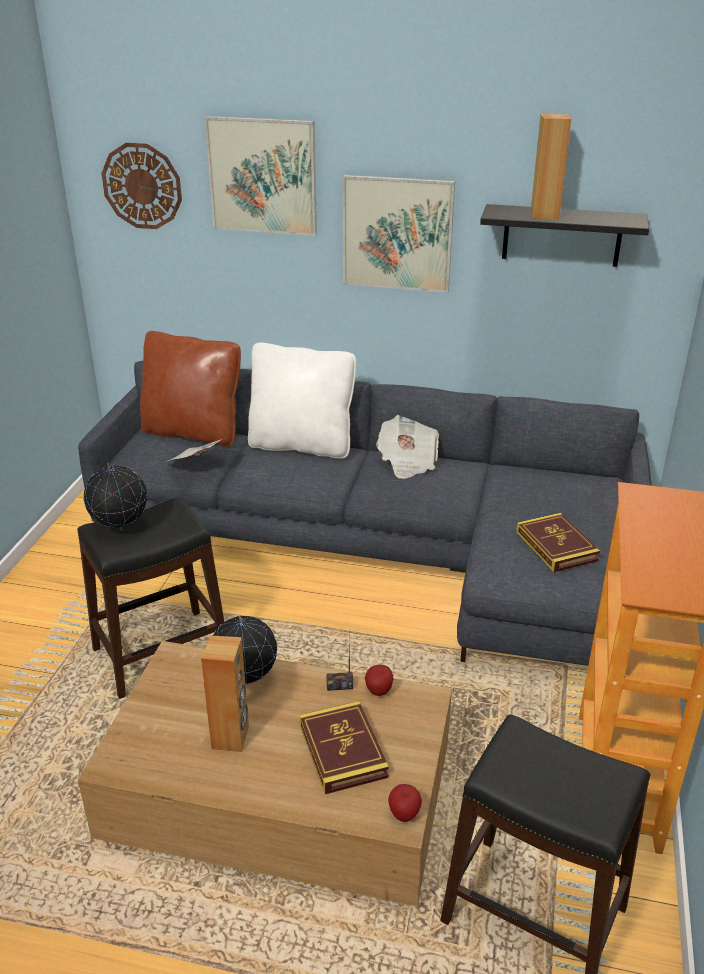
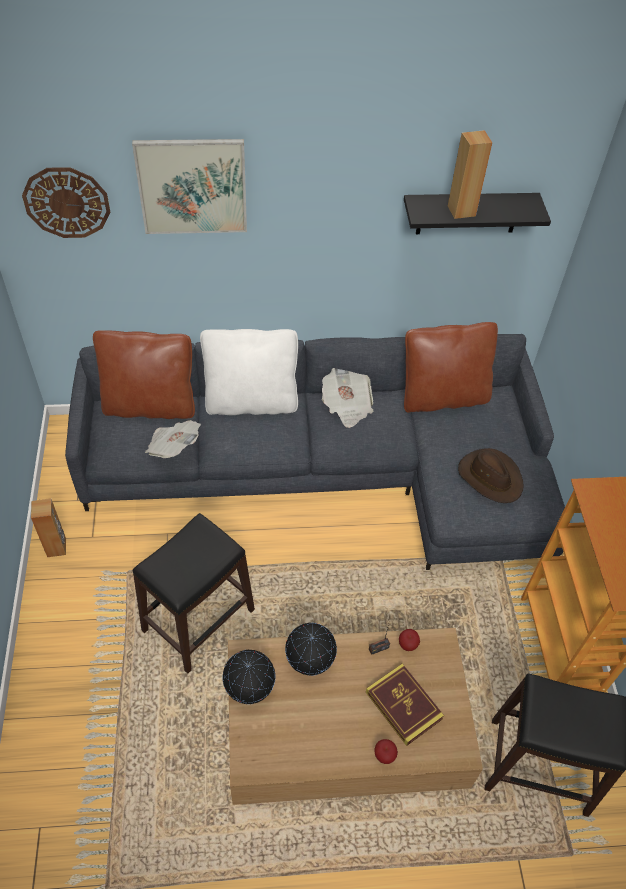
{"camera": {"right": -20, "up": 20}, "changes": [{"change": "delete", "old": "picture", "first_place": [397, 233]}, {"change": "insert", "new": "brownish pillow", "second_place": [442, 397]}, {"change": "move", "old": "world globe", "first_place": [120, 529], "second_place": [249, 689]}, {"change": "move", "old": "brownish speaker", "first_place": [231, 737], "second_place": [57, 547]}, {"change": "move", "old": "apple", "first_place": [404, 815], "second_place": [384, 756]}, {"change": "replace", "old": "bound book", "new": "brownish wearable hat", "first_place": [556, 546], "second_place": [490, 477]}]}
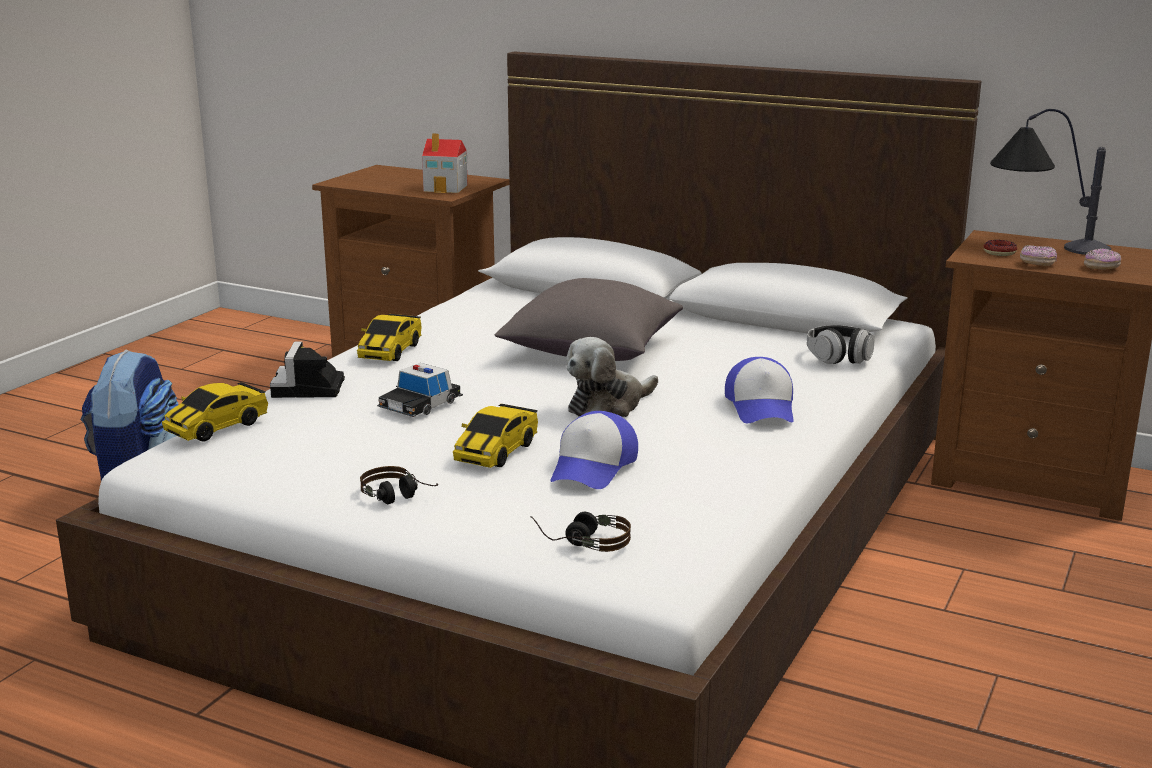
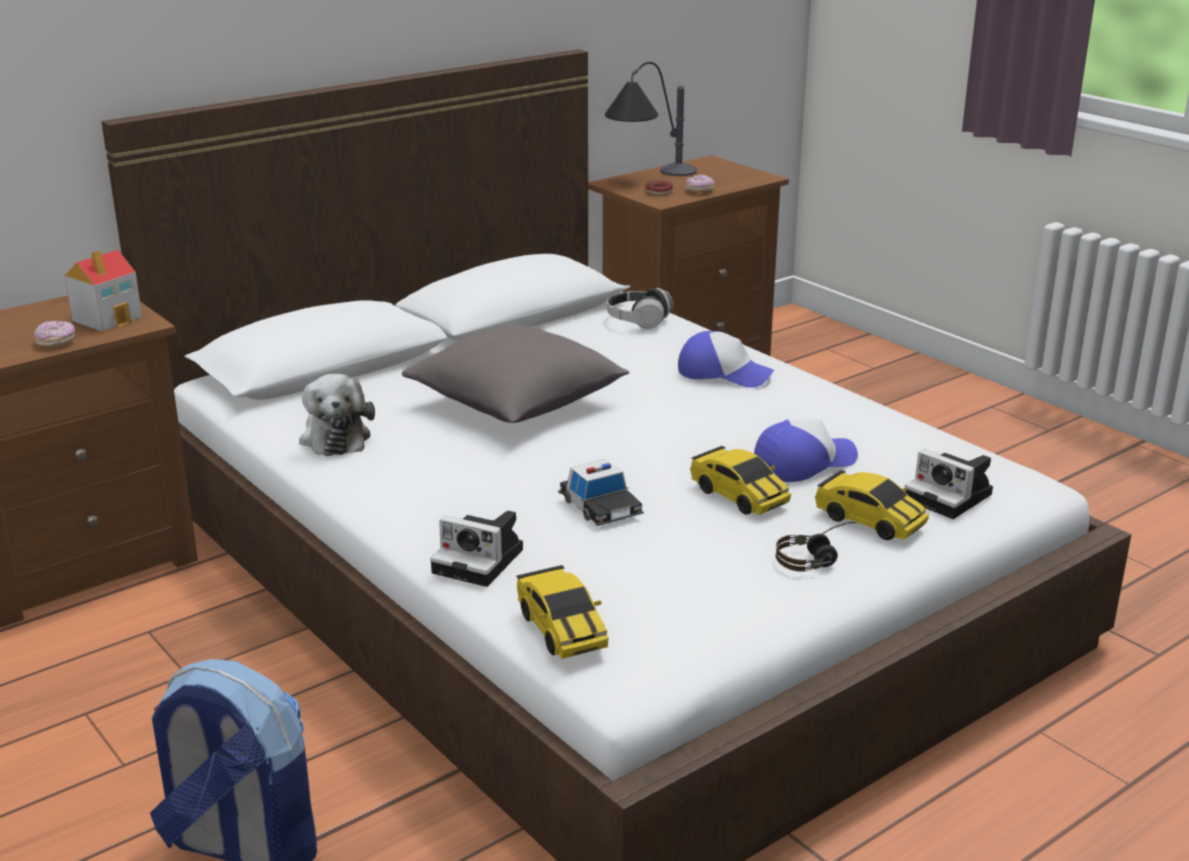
{"camera": {"right": -65, "up": 5}, "changes": [{"change": "move", "old": "model car", "first_place": [390, 351], "second_place": [870, 521]}, {"change": "move", "old": "cuddly toy", "first_place": [608, 406], "second_place": [335, 437]}, {"change": "move", "old": "ring doughnut", "first_place": [1101, 268], "second_place": [56, 342]}, {"change": "replace", "old": "headphones", "new": "photo camera", "first_place": [582, 541], "second_place": [951, 497]}, {"change": "rotate", "old": "baseball cap", "first_place": [593, 467], "second_place": [803, 463], "degrees": -75}]}
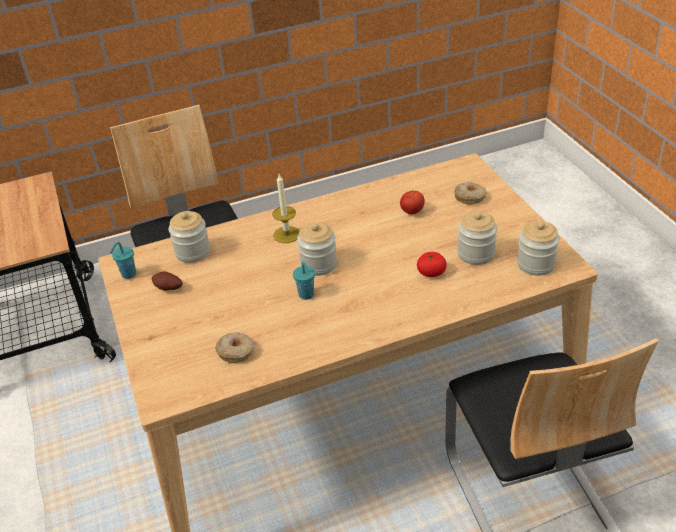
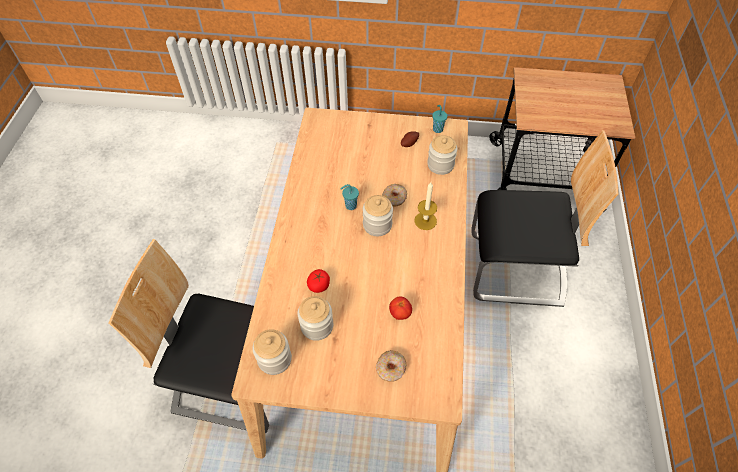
{"camera": {"right": 115, "up": 15}, "changes": [{"change": "move", "old": "ring doughnut", "first_place": [236, 352], "second_place": [394, 198]}]}
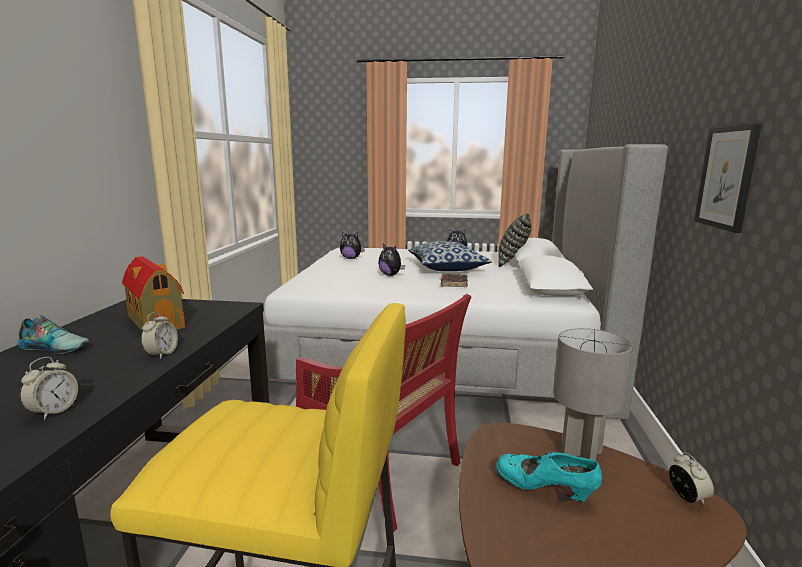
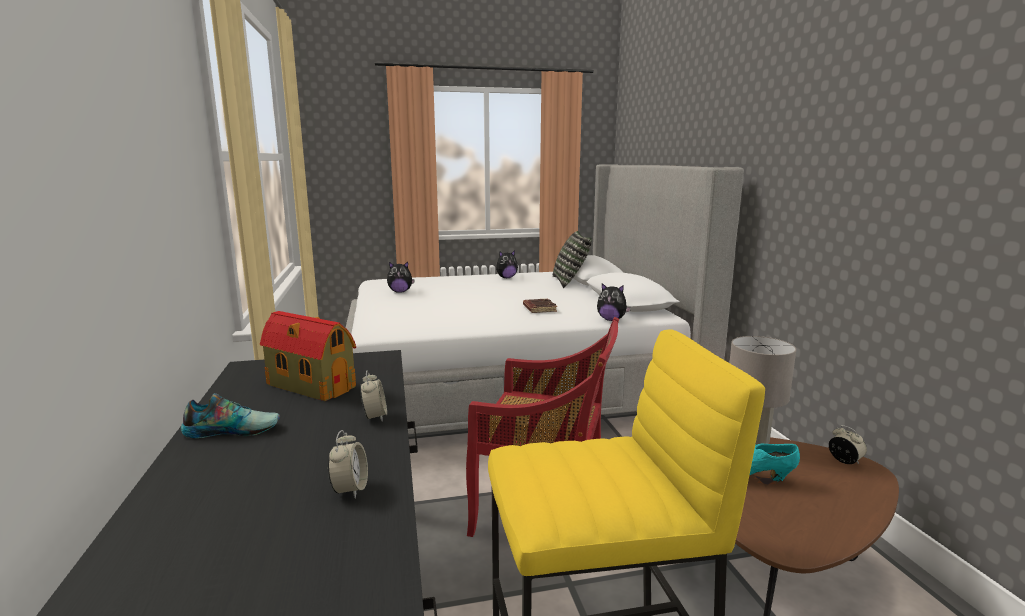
{"camera": {"right": -20, "up": 0}, "changes": [{"change": "delete", "old": "pillow", "first_place": [447, 268]}, {"change": "delete", "old": "picture", "first_place": [726, 177]}, {"change": "move", "old": "cuddly toy", "first_place": [391, 275], "second_place": [611, 320]}]}
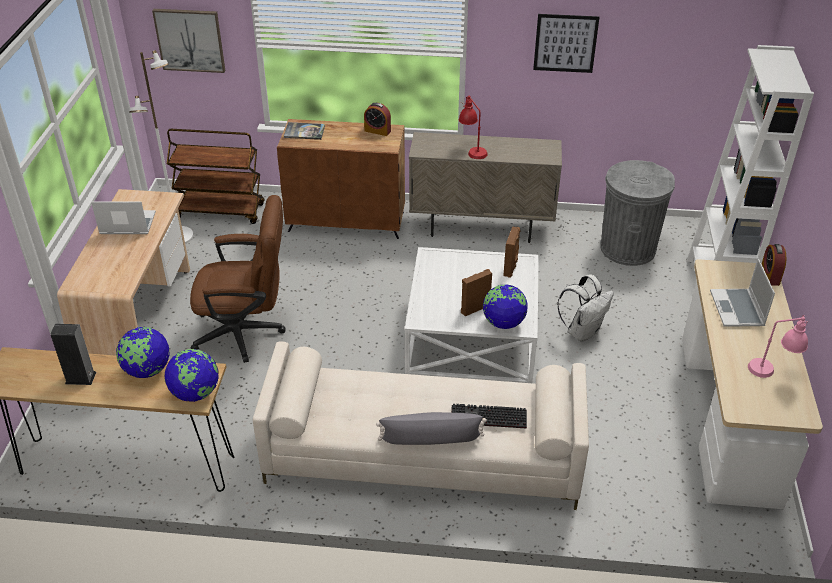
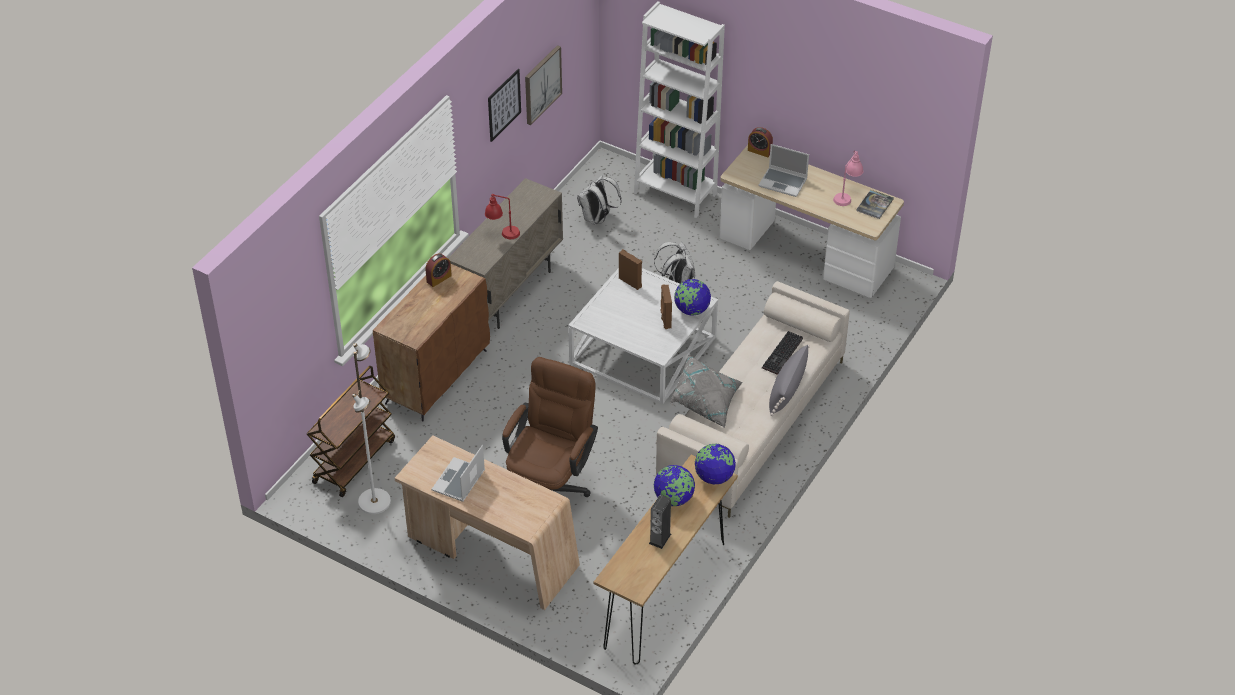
{"camera": {"right": -65, "up": 5}, "changes": [{"change": "insert", "new": "greyish pillow", "second_place": [706, 402]}, {"change": "move", "old": "picture", "first_place": [190, 40], "second_place": [542, 84]}, {"change": "move", "old": "bound book", "first_place": [304, 131], "second_place": [874, 205]}, {"change": "replace", "old": "greyish rubbish bin", "new": "white-coloured knapsack", "first_place": [627, 248], "second_place": [597, 219]}]}
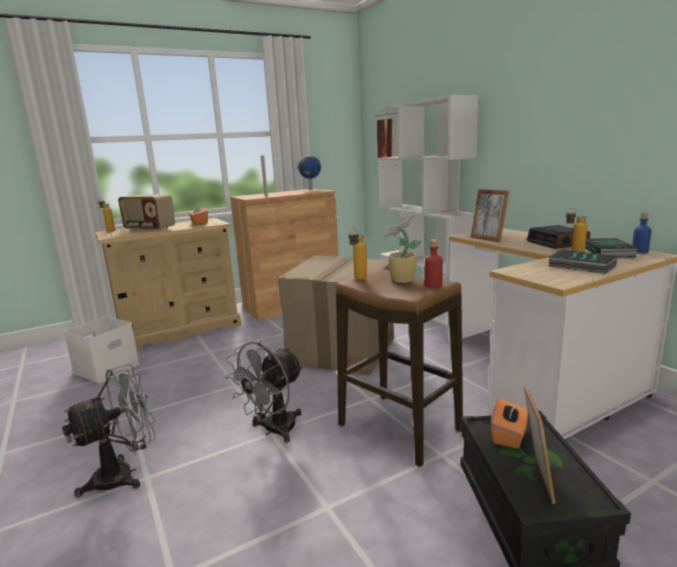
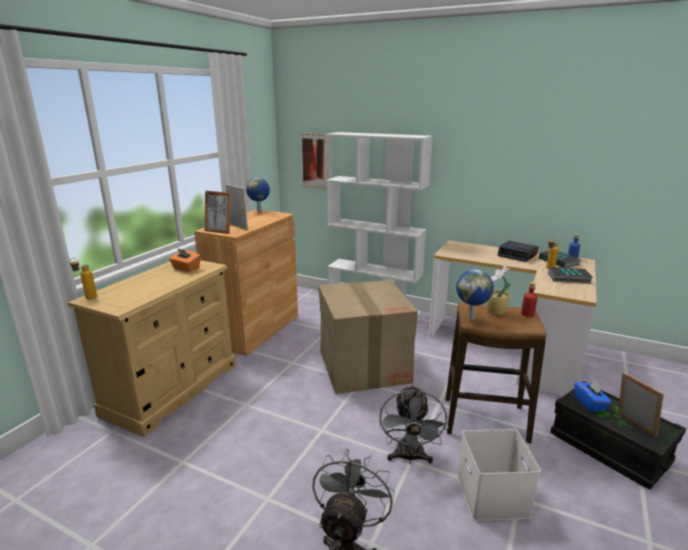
{"camera": {"right": -35, "up": 5}, "changes": [{"change": "delete", "old": "radio", "first_place": [149, 229]}, {"change": "move", "old": "white-coloured storage bin", "first_place": [107, 368], "second_place": [490, 494]}, {"change": "move", "old": "standing frame", "first_place": [488, 239], "second_place": [219, 231]}, {"change": "replace", "old": "bottle", "new": "world globe", "first_place": [358, 279], "second_place": [471, 318]}, {"change": "recolor", "old": "orange-coloured box of tissues", "new": "blue-coloured box of tissues", "first_place": [508, 435], "second_place": [590, 404]}]}
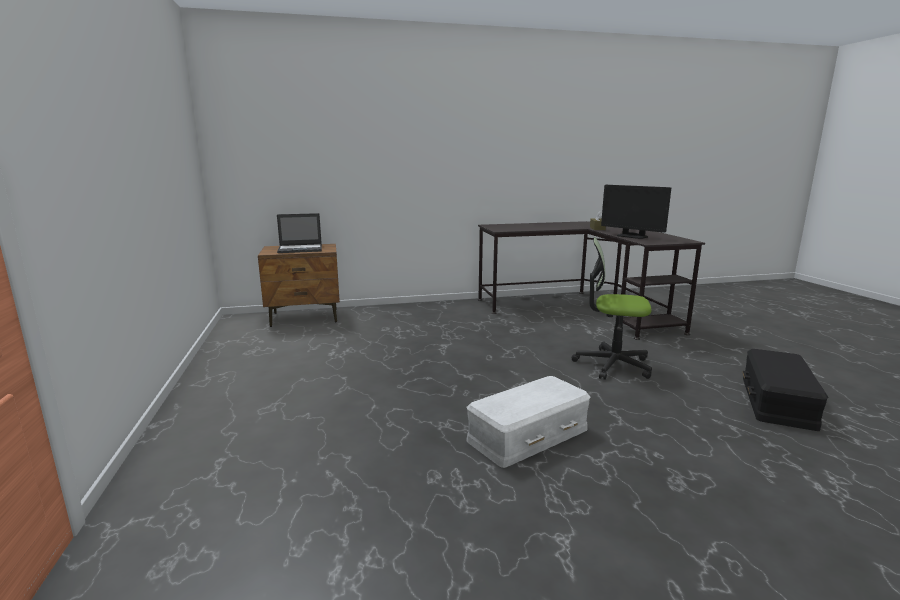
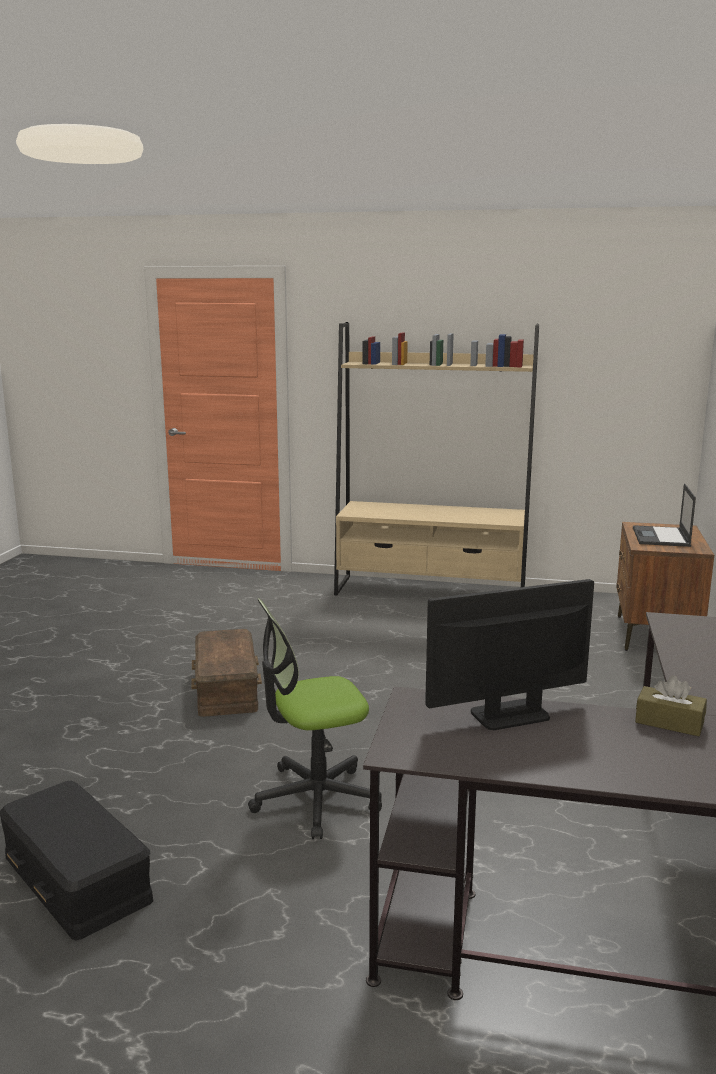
{"camera": {"right": 115, "up": 0}, "changes": [{"change": "insert", "new": "beige-coloured shelving unit", "second_place": [431, 592]}, {"change": "recolor", "old": "white-coloured storage bin", "new": "brownish storage bin", "first_place": [528, 435], "second_place": [225, 688]}, {"change": "rotate", "old": "office chair", "first_place": [612, 364], "second_place": [315, 799], "degrees": -150}]}
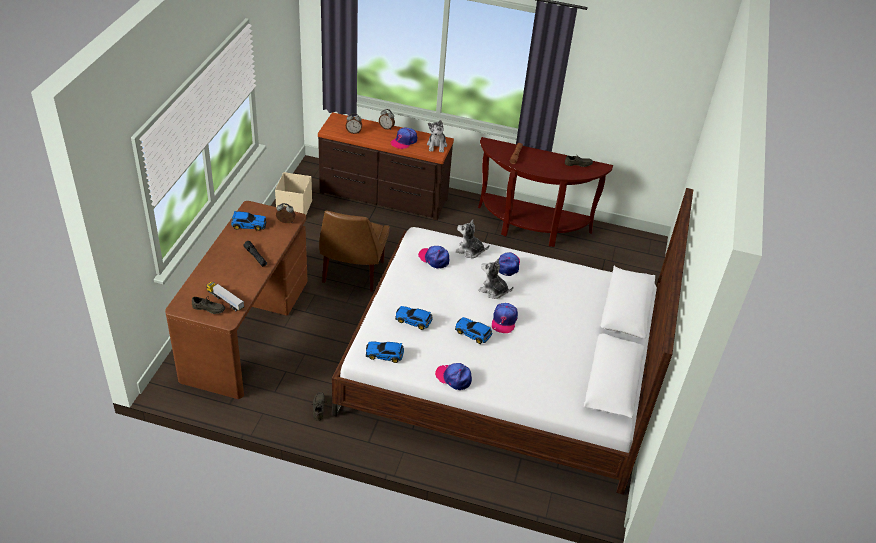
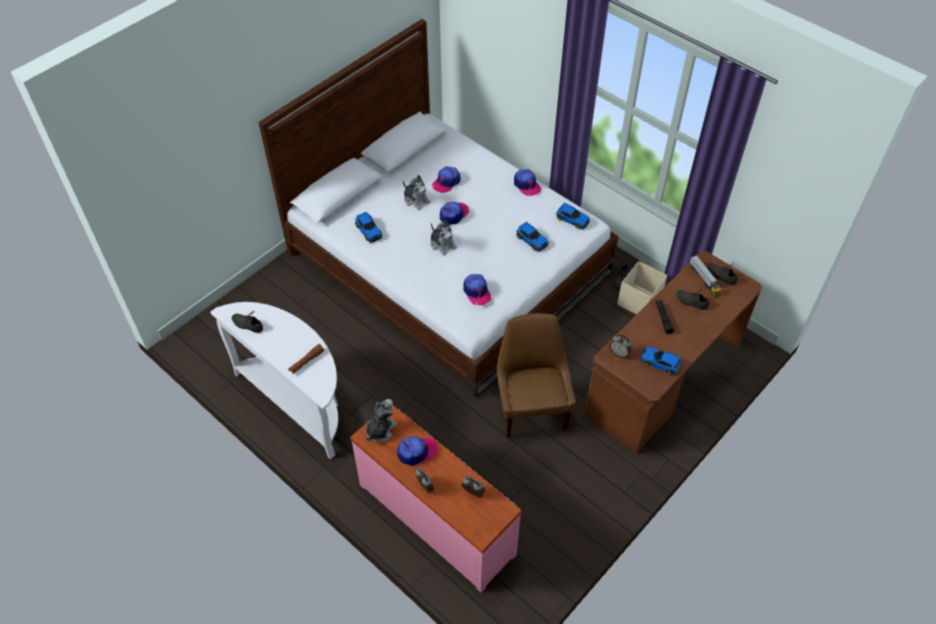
{"camera": {"right": -150, "up": 10}, "changes": [{"change": "insert", "new": "greyish shoe", "second_place": [692, 301]}, {"change": "move", "old": "beige-coloured storage bin", "first_place": [294, 208], "second_place": [639, 301]}, {"change": "move", "old": "model car", "first_place": [473, 333], "second_place": [368, 230]}, {"change": "move", "old": "cuddly toy", "first_place": [470, 251], "second_place": [416, 200]}, {"change": "move", "old": "baseball cap", "first_place": [508, 265], "second_place": [446, 182]}, {"change": "recolor", "old": "brownish drawer chest", "new": "pinkish drawer chest", "first_place": [383, 196], "second_place": [437, 517]}, {"change": "recolor", "old": "brownish narrow table", "new": "white-coloured narrow table", "first_place": [531, 228], "second_place": [298, 402]}, {"change": "rotate", "old": "brownish chair", "first_place": [352, 274], "second_place": [531, 409], "degrees": -45}]}
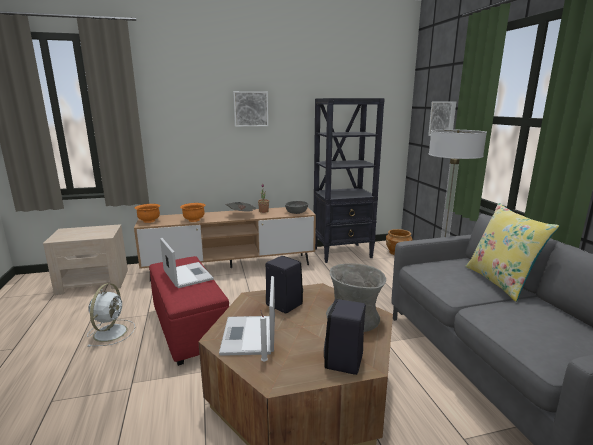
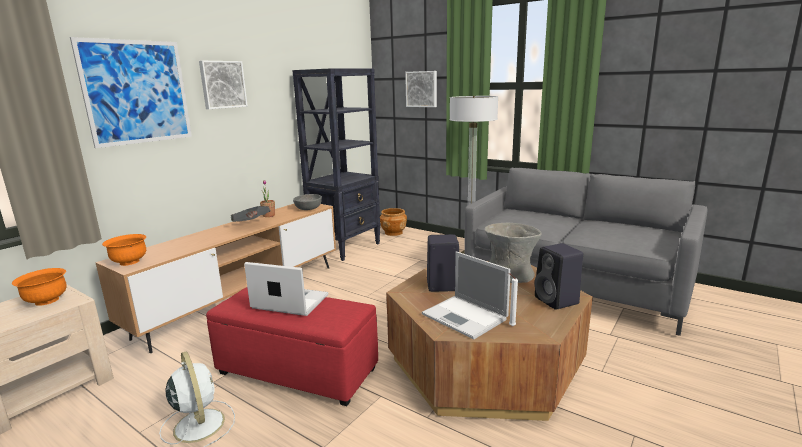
{"camera": {"right": -40, "up": 0}, "changes": [{"change": "delete", "old": "yellow pillow", "first_place": [500, 281]}, {"change": "insert", "new": "picture", "second_place": [137, 92]}, {"change": "move", "old": "orange-coloured serving bowl", "first_place": [194, 220], "second_place": [46, 301]}]}
